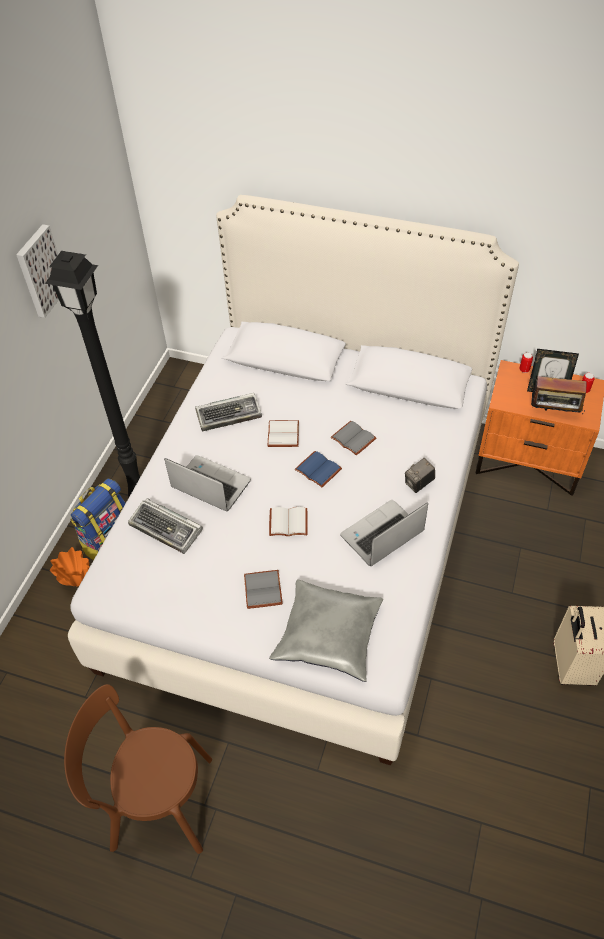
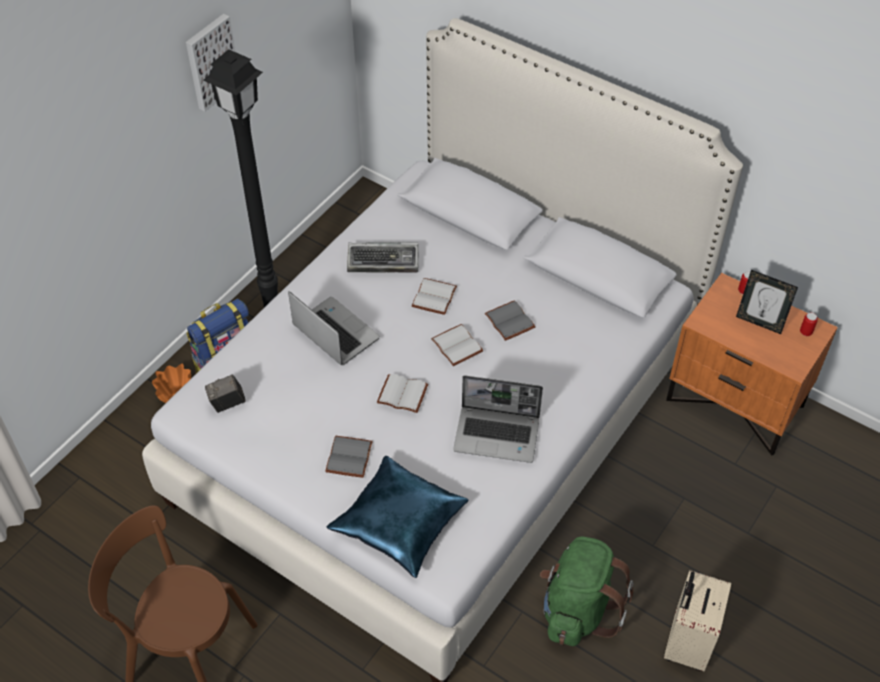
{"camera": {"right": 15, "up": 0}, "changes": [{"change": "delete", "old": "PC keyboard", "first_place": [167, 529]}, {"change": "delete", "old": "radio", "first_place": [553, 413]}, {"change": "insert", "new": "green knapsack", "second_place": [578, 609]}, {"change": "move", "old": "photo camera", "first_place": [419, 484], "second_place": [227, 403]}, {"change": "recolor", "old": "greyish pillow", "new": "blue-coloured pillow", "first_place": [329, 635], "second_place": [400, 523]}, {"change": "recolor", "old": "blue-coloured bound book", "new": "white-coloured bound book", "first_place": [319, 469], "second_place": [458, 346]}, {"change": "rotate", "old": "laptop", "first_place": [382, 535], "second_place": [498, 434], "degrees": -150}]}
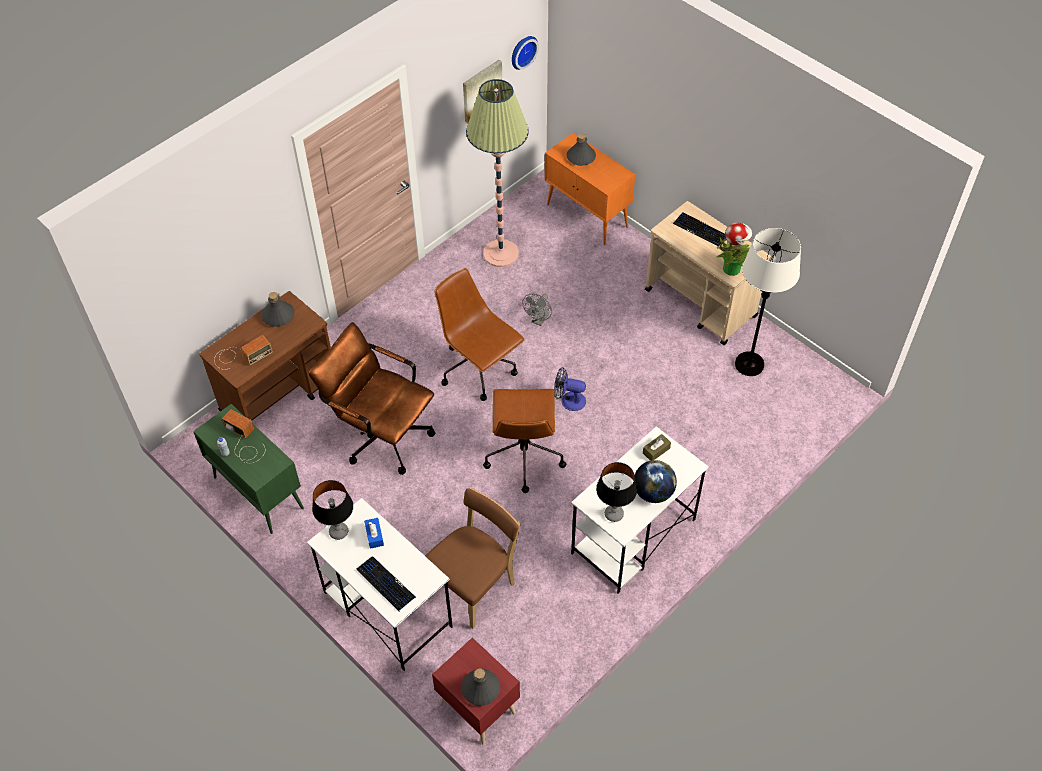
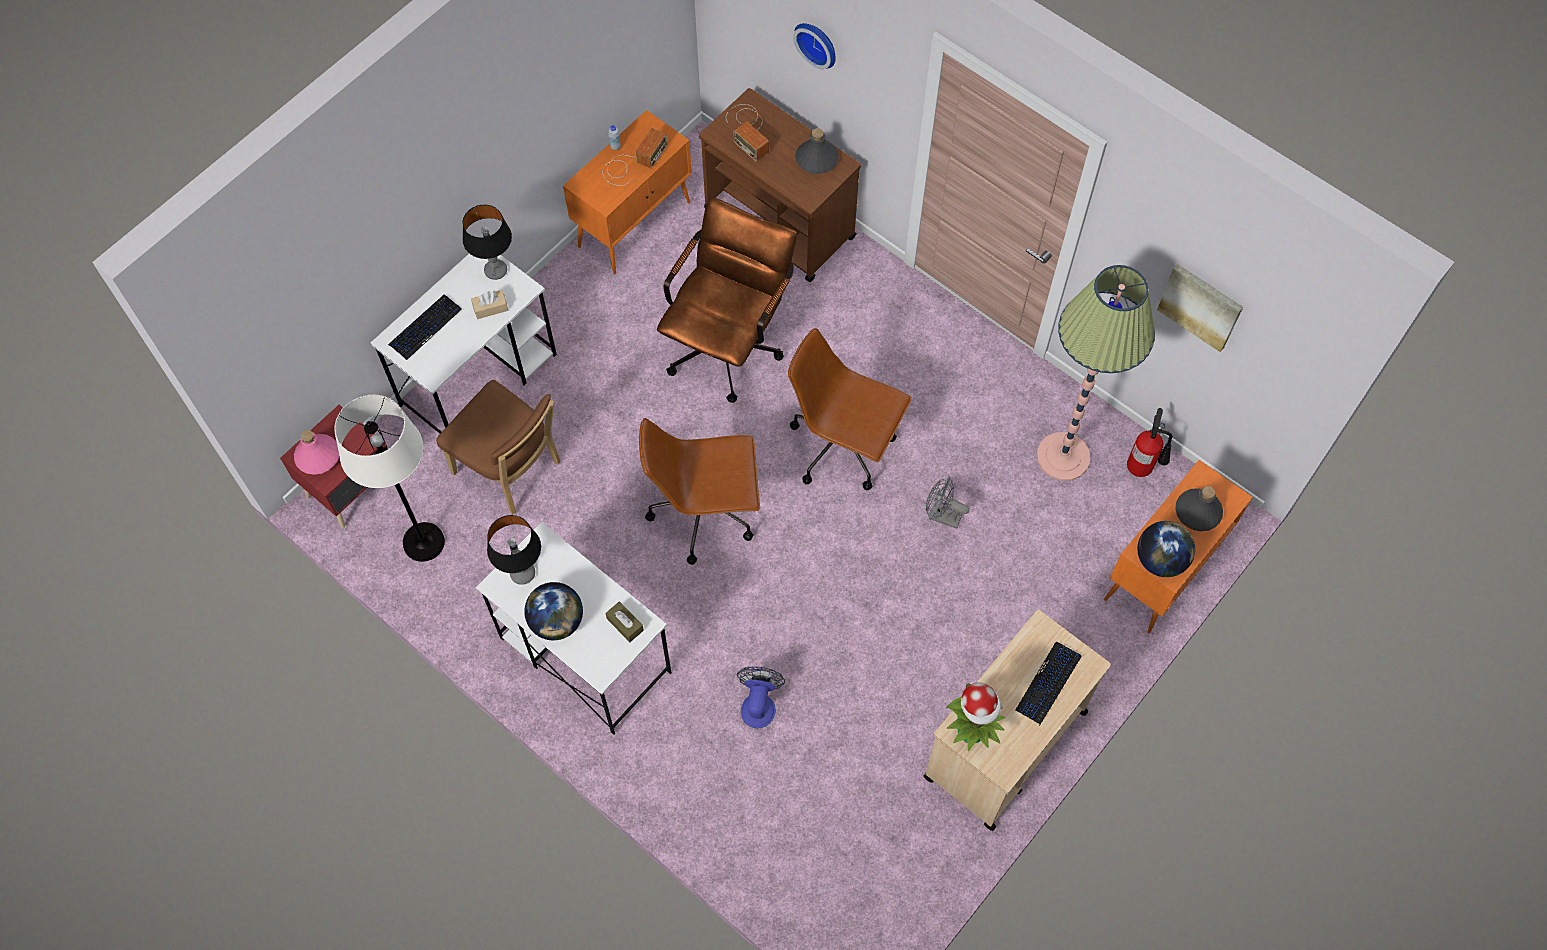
{"camera": {"right": 85, "up": 10}, "changes": [{"change": "insert", "new": "fire extinguisher", "second_place": [1143, 466]}, {"change": "insert", "new": "world globe", "second_place": [1160, 560]}, {"change": "move", "old": "clock on the wall", "first_place": [522, 51], "second_place": [818, 43]}, {"change": "move", "old": "fan", "first_place": [568, 400], "second_place": [759, 704]}, {"change": "move", "old": "white-coloured standard lamp", "first_place": [749, 364], "second_place": [424, 542]}, {"change": "recolor", "old": "green cupboard", "new": "orange-coloured cupboard", "first_place": [257, 492], "second_place": [635, 224]}, {"change": "recolor", "old": "blue-coloured box of tissues", "new": "beige-coloured box of tissues", "first_place": [374, 536], "second_place": [490, 308]}, {"change": "recolor", "old": "greyish bottle", "new": "pinkish bottle", "first_place": [481, 689], "second_place": [317, 456]}, {"change": "rotate", "old": "brownish office chair", "first_place": [479, 370], "second_place": [843, 447], "degrees": -105}]}
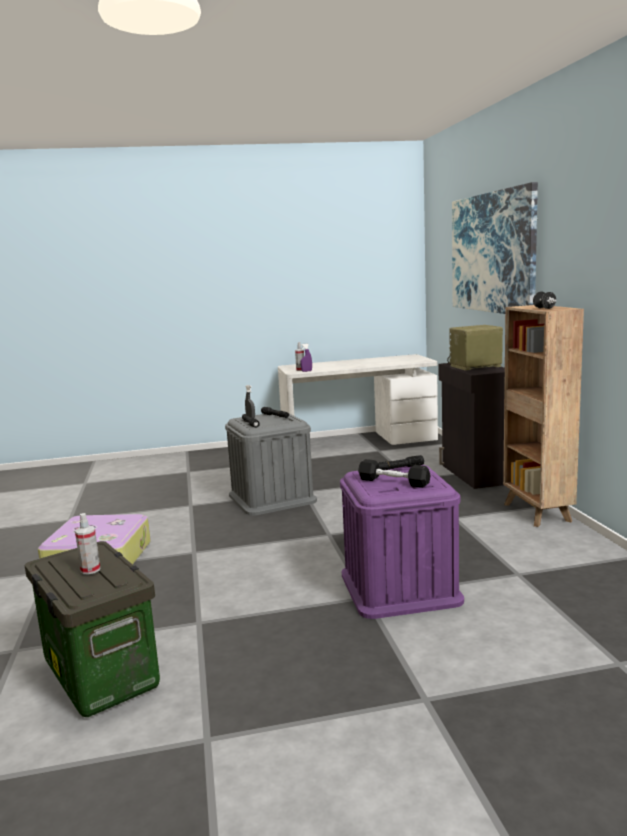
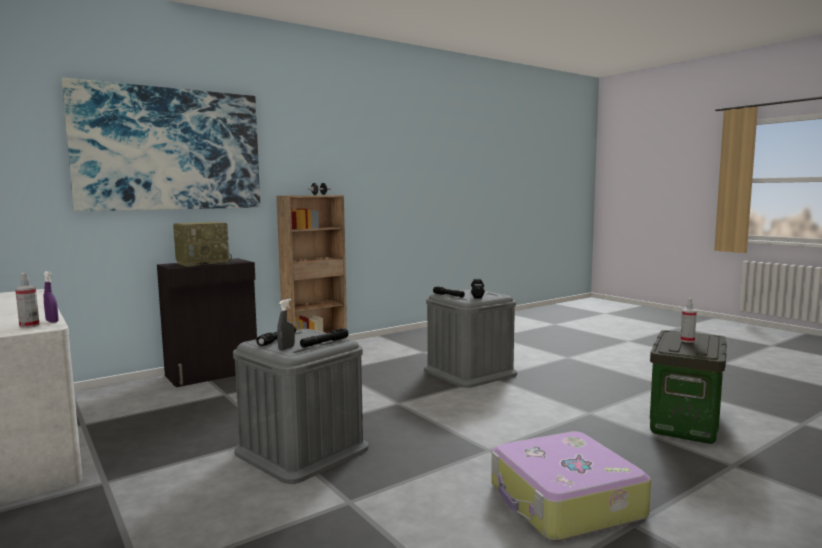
{"camera": {"right": -115, "up": -5}, "changes": [{"change": "recolor", "old": "purple-coloured storage bin", "new": "greyish storage bin", "first_place": [399, 587], "second_place": [470, 372]}, {"change": "rotate", "old": "radio", "first_place": [475, 366], "second_place": [203, 263], "degrees": -90}]}
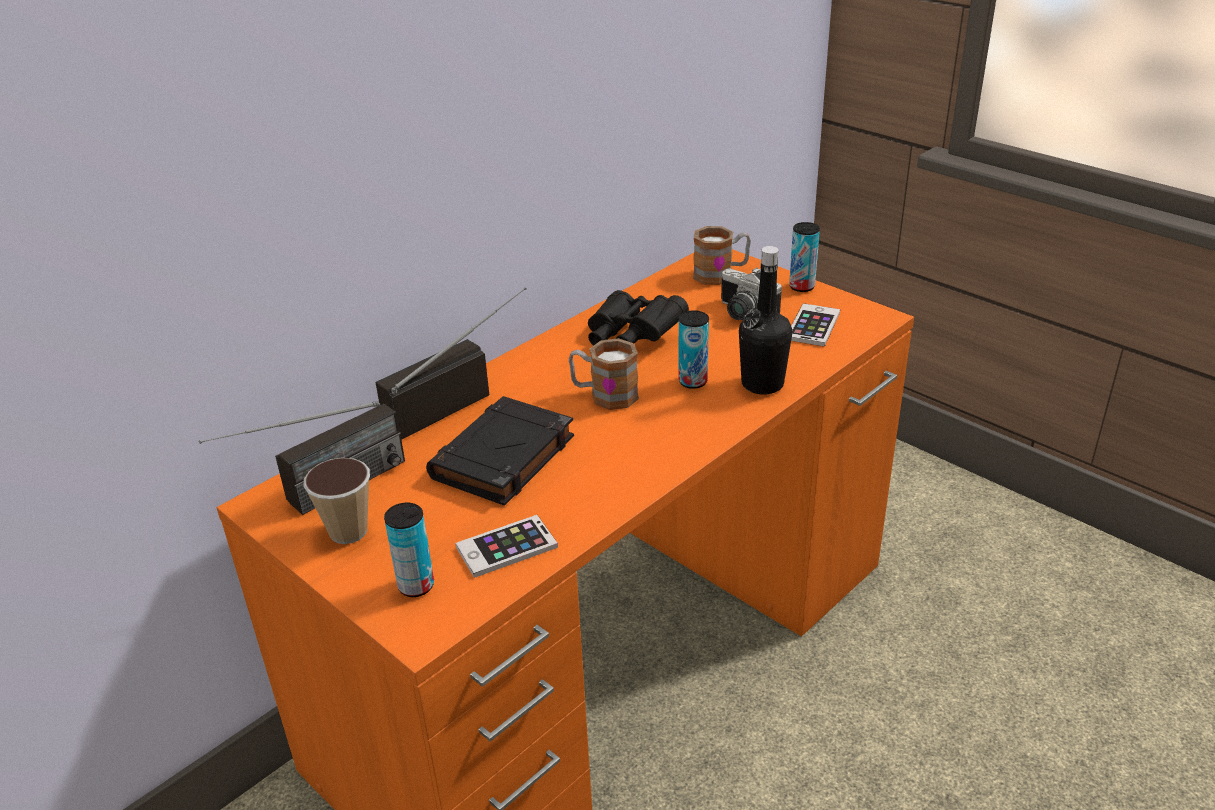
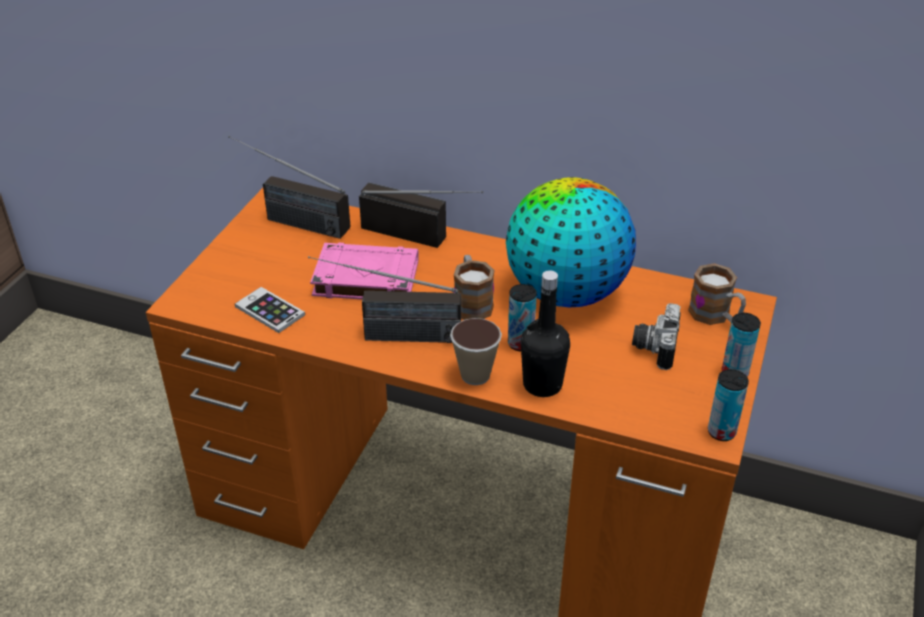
{"camera": {"right": 65, "up": 5}, "changes": [{"change": "delete", "old": "phone", "first_place": [813, 326]}, {"change": "insert", "new": "radio", "second_place": [387, 335]}, {"change": "move", "old": "cup", "first_place": [348, 531], "second_place": [475, 375]}, {"change": "move", "old": "sealed can", "first_place": [416, 586], "second_place": [721, 432]}, {"change": "replace", "old": "black-coloured binoculars", "new": "world globe", "first_place": [631, 337], "second_place": [565, 293]}, {"change": "recolor", "old": "black-coloured bound book", "new": "pinkish bound book", "first_place": [503, 458], "second_place": [364, 279]}]}
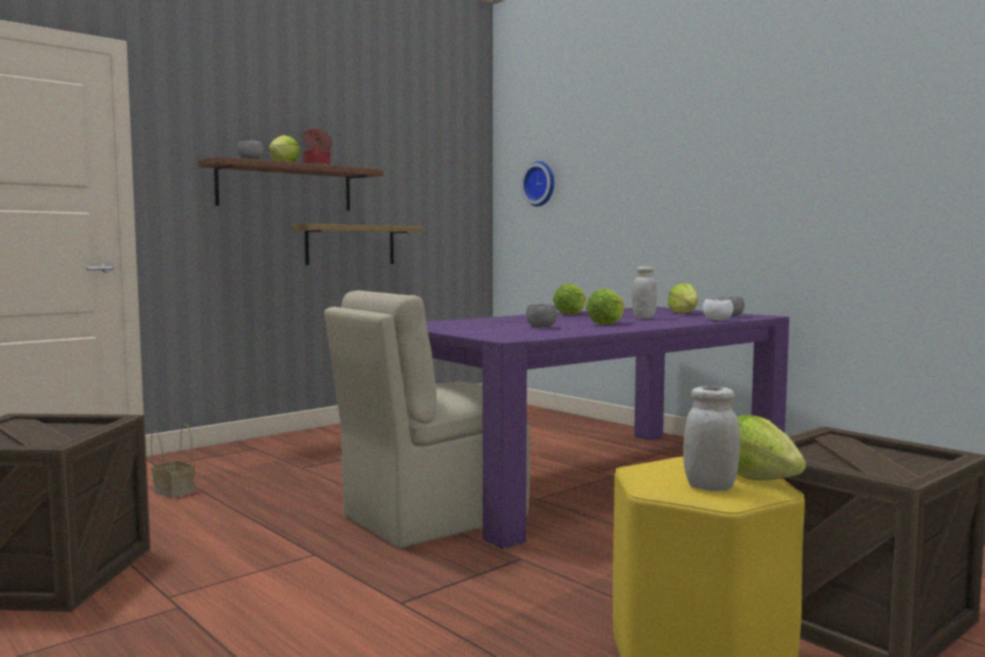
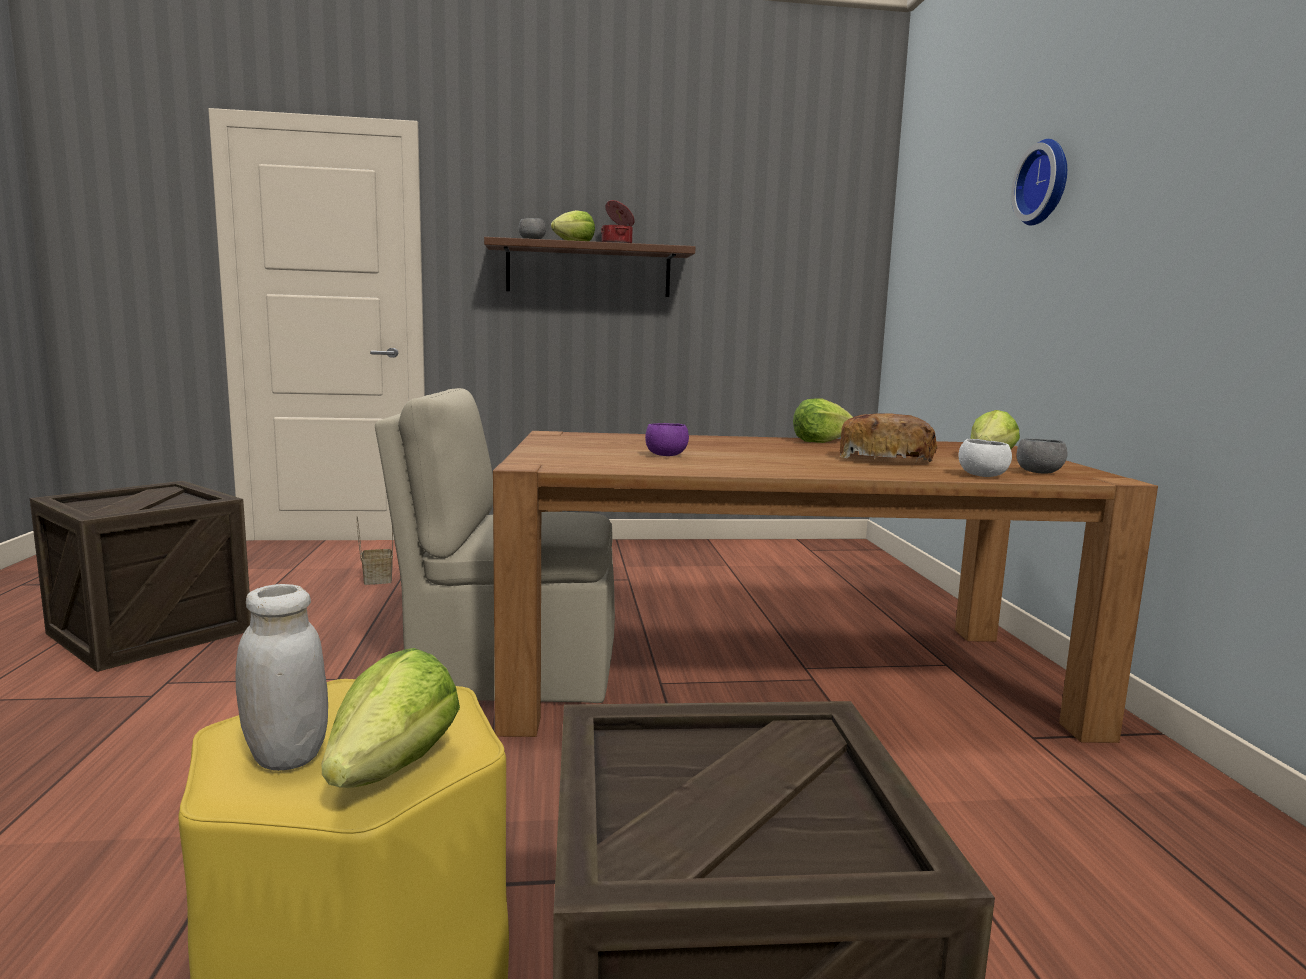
{"camera": {"right": 35, "up": 5}, "changes": [{"change": "delete", "old": "wall shelf", "first_place": [350, 245]}, {"change": "delete", "old": "head of lettuce", "first_place": [606, 323]}, {"change": "move", "old": "clock on the wall", "first_place": [540, 184], "second_place": [1046, 183]}, {"change": "replace", "old": "white-coloured storage jar", "new": "bread", "first_place": [643, 318], "second_place": [883, 459]}, {"change": "recolor", "old": "purple-coloured dinner table", "new": "brownish dinner table", "first_place": [592, 477], "second_place": [781, 674]}, {"change": "recolor", "old": "greyish serving bowl", "new": "purple-coloured serving bowl", "first_place": [541, 327], "second_place": [666, 455]}]}
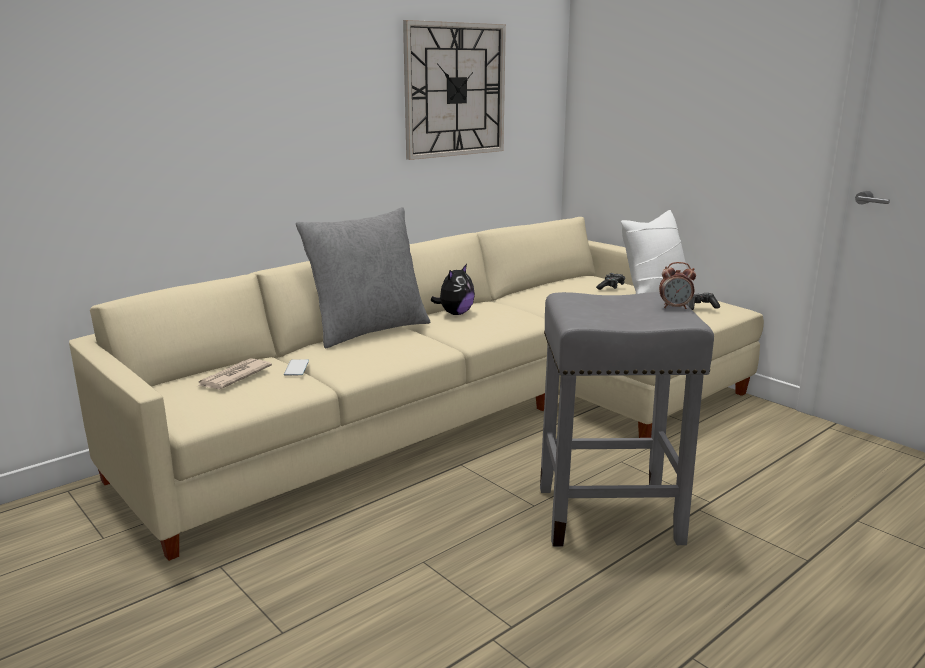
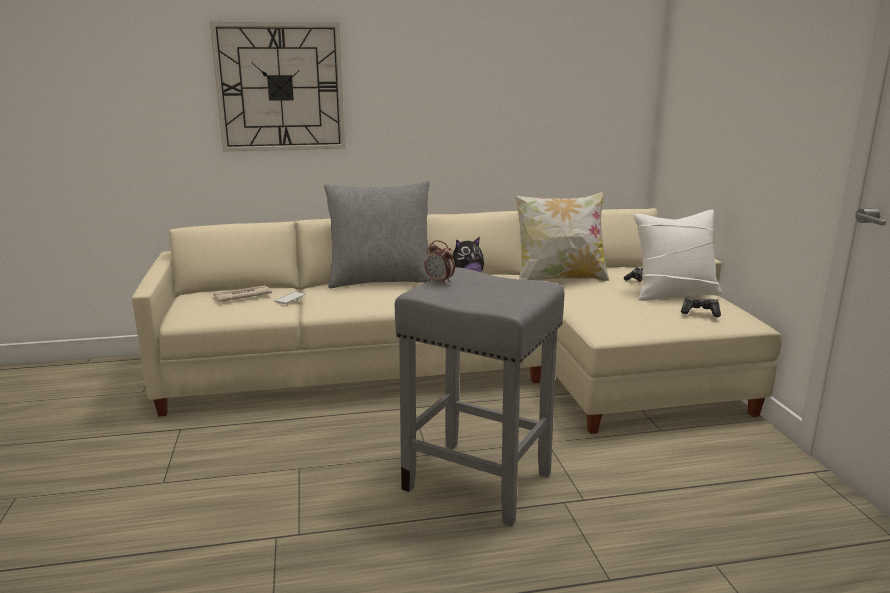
{"camera": {"right": 30, "up": 0}, "changes": [{"change": "insert", "new": "pillow", "second_place": [560, 279]}, {"change": "move", "old": "clock on the wall", "first_place": [455, 90], "second_place": [280, 87]}, {"change": "move", "old": "table clock", "first_place": [675, 307], "second_place": [439, 282]}]}
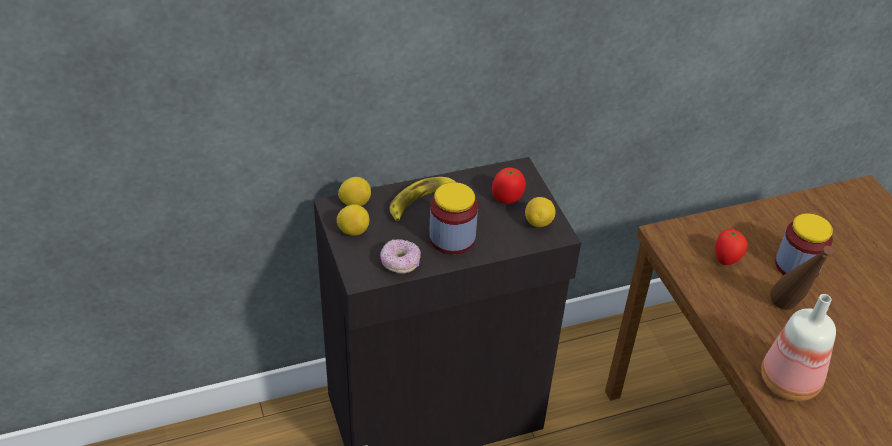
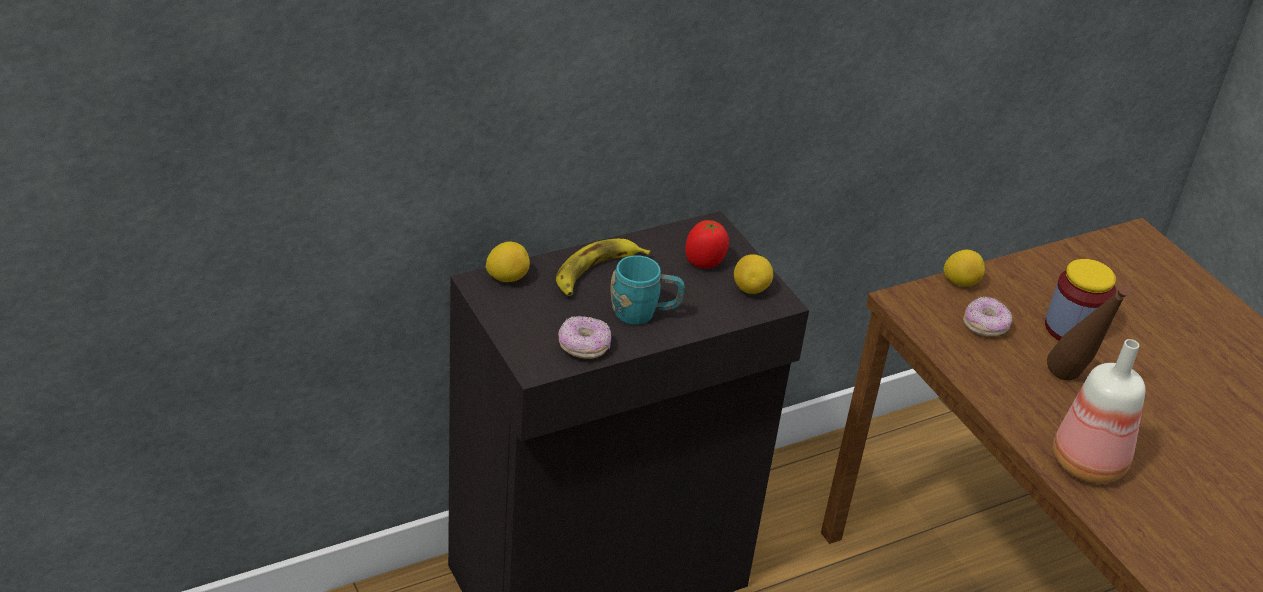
{"camera": {"right": -10, "up": -5}, "changes": [{"change": "move", "old": "citrus fruit", "first_place": [353, 231], "second_place": [960, 282]}, {"change": "replace", "old": "storage jar", "new": "turquoise-coloured tea mug", "first_place": [452, 238], "second_place": [644, 314]}, {"change": "replace", "old": "tomato", "new": "ring doughnut", "first_place": [726, 259], "second_place": [985, 326]}]}
